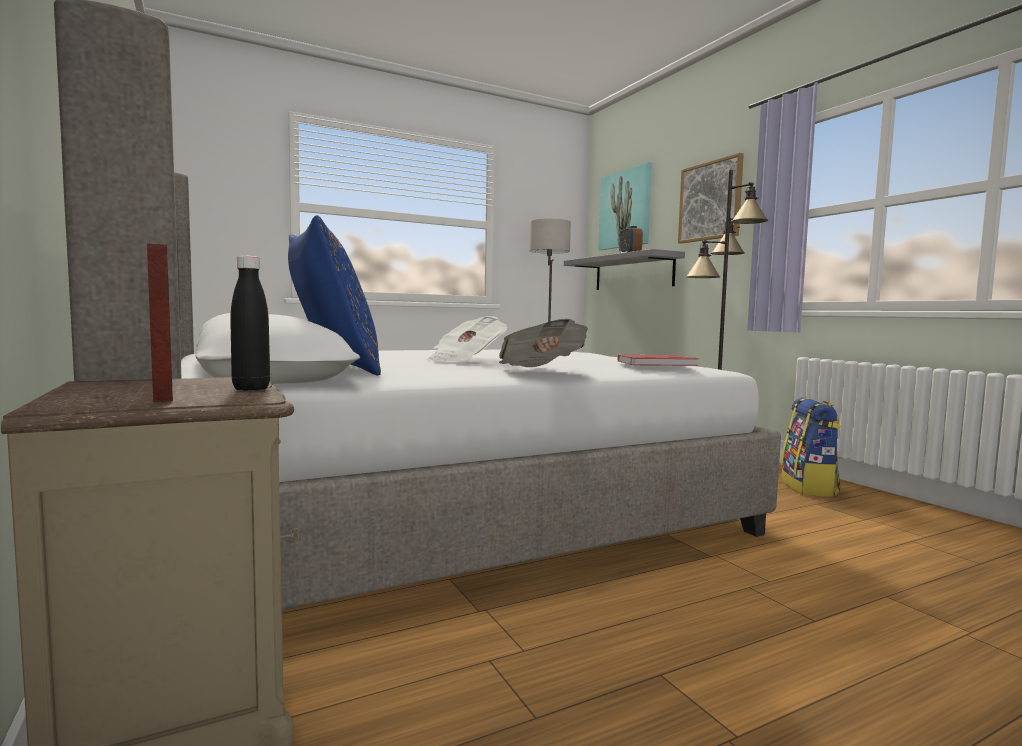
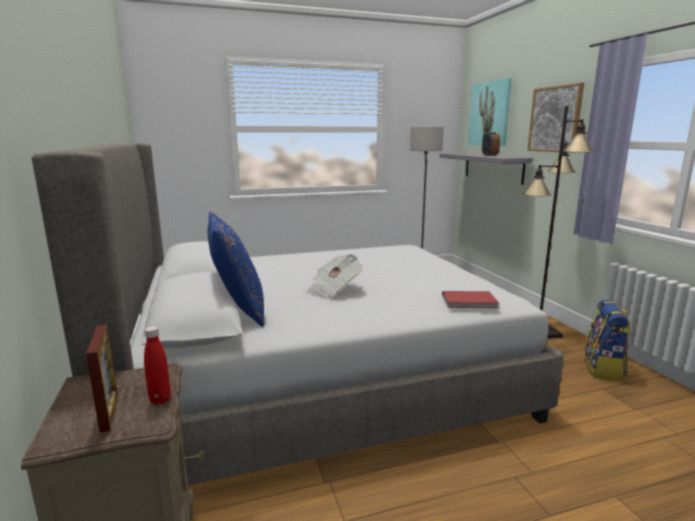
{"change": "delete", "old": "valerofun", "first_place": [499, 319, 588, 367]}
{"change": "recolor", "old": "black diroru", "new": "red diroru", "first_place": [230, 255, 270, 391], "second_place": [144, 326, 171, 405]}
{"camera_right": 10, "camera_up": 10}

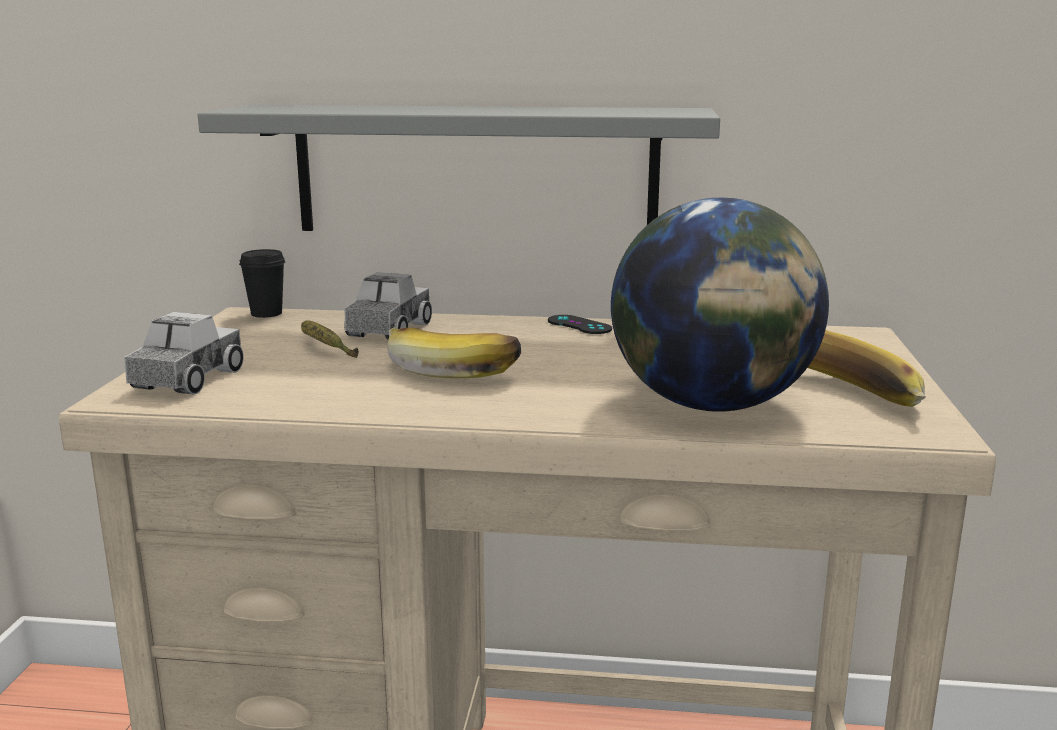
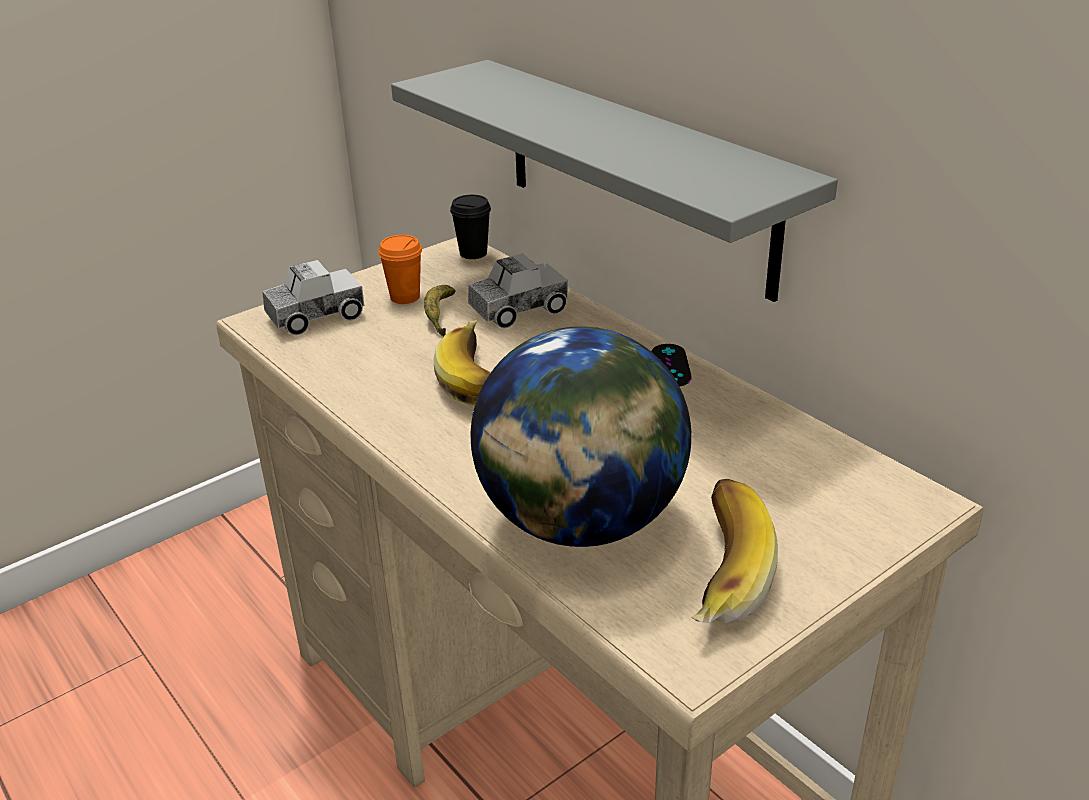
{"change": "insert", "new": "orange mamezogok", "second_place": [378, 235, 422, 304]}
{"camera_right": 45, "camera_up": 15}

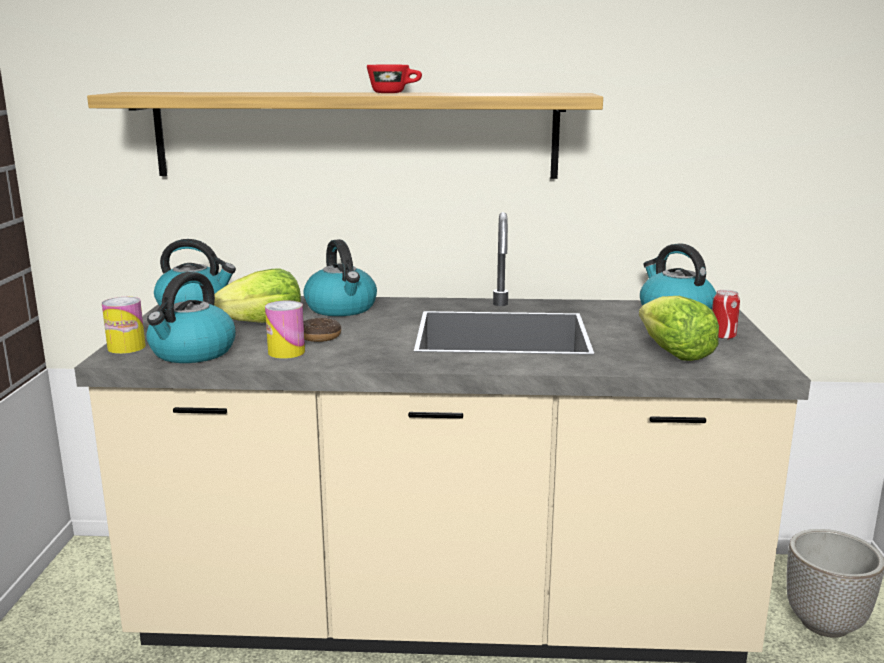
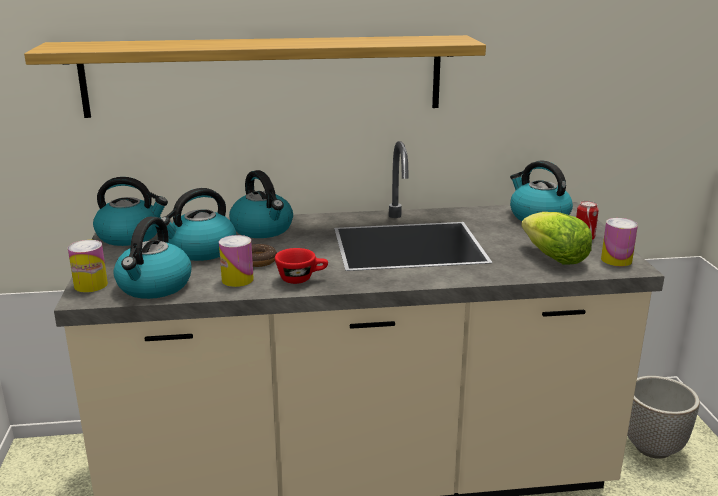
{"change": "insert", "new": "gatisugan", "second_place": [601, 218, 638, 266]}
{"change": "move", "old": "red mamezogok", "first_place": [367, 65, 422, 93], "second_place": [275, 248, 328, 284]}
{"change": "replace", "old": "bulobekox", "new": "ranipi", "first_place": [214, 268, 301, 323], "second_place": [161, 188, 236, 261]}
{"camera_right": -10, "camera_up": 5}

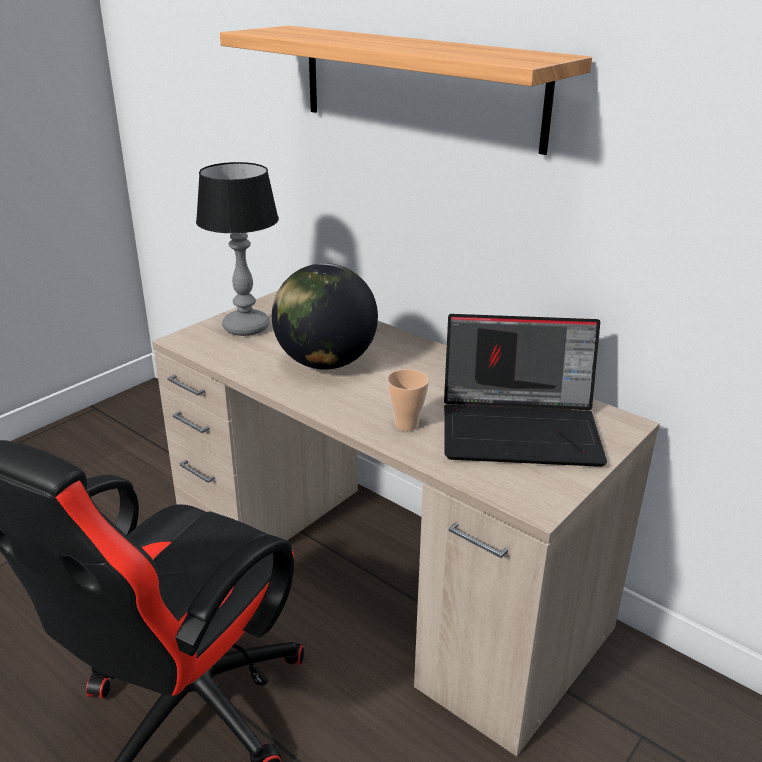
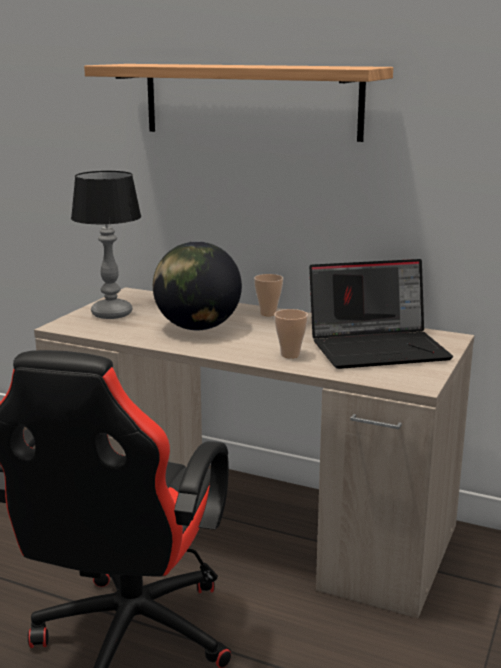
{"change": "insert", "new": "mamezogok", "second_place": [254, 274, 283, 316]}
{"camera_right": -15, "camera_up": -10}

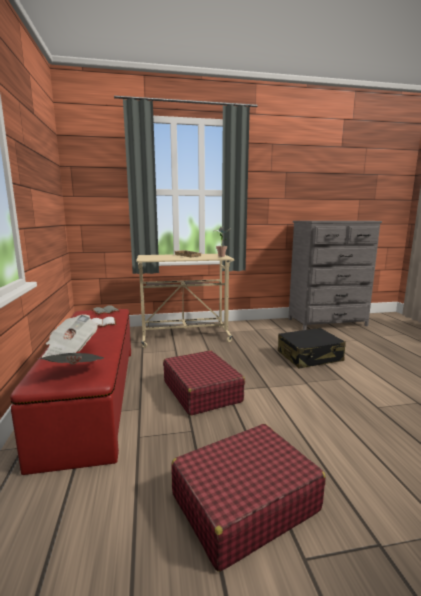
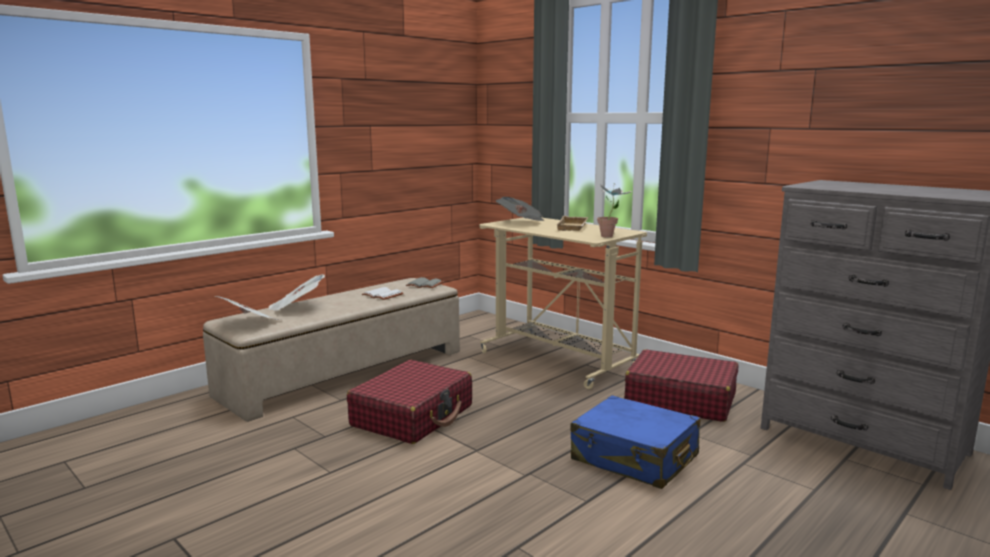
{"change": "insert", "new": "valerofun", "second_place": [496, 197, 544, 221]}
{"change": "move", "old": "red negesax", "first_place": [171, 424, 326, 572], "second_place": [624, 349, 738, 422]}
{"change": "recolor", "old": "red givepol", "new": "beige givepol", "first_place": [10, 309, 131, 475], "second_place": [203, 278, 460, 422]}
{"change": "recolor", "old": "black negesax", "new": "blue negesax", "first_place": [278, 328, 346, 369], "second_place": [570, 395, 700, 489]}
{"camera_right": 55, "camera_up": 0}

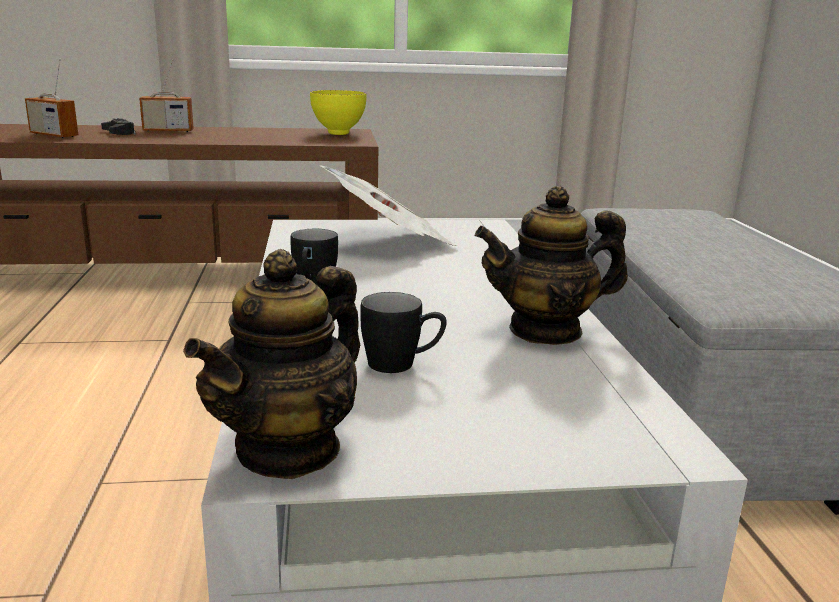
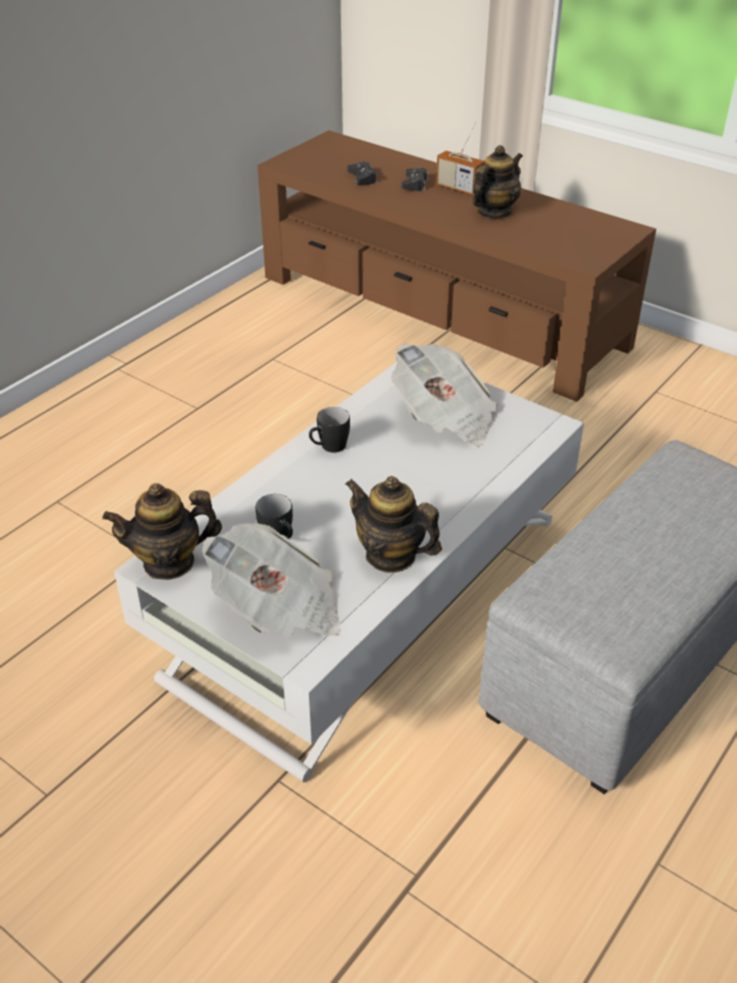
{"change": "delete", "old": "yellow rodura", "first_place": [310, 90, 367, 135]}
{"change": "insert", "new": "valerofun", "second_place": [202, 523, 341, 638]}
{"change": "insert", "new": "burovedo", "second_place": [472, 145, 523, 218]}
{"change": "replace", "old": "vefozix", "new": "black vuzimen", "first_place": [25, 58, 78, 138], "second_place": [347, 162, 377, 185]}
{"camera_right": 45, "camera_up": 20}

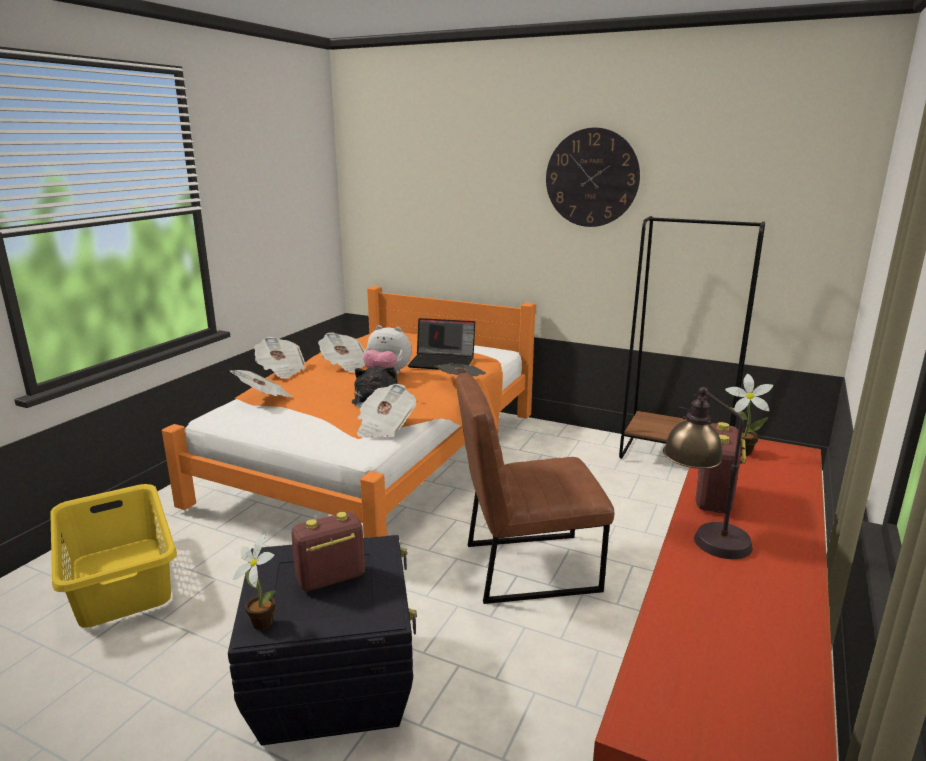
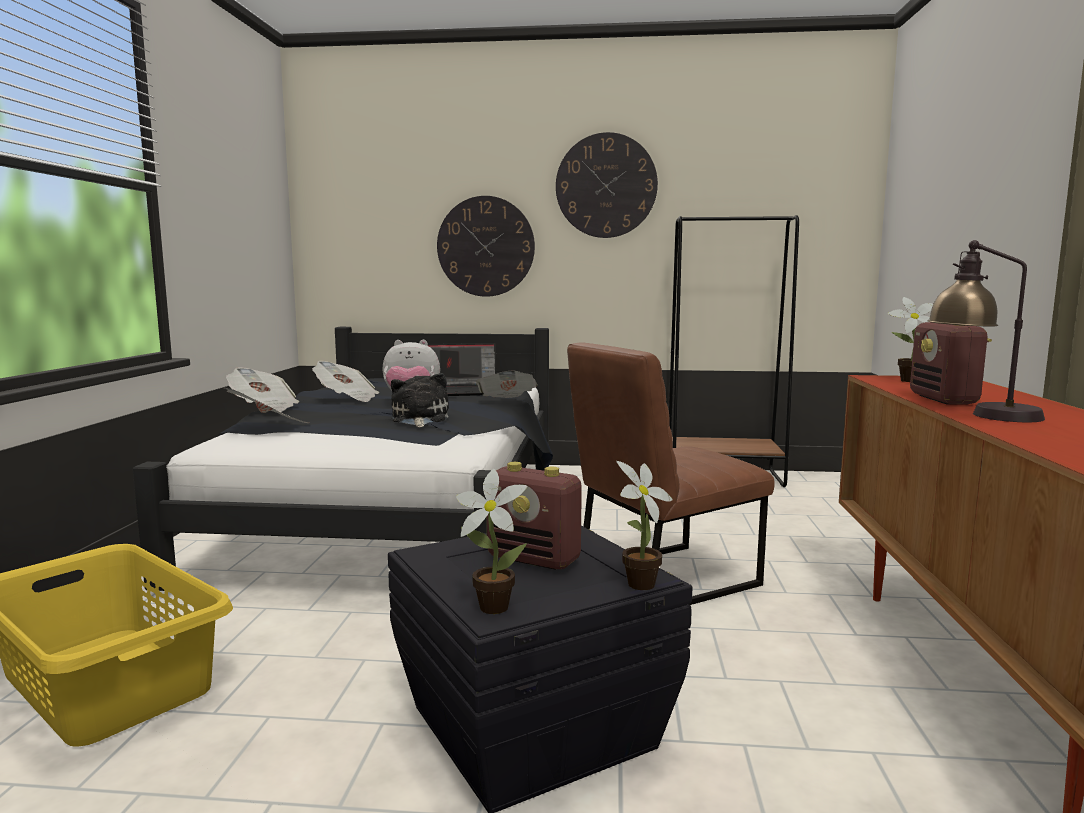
{"change": "delete", "old": "valerofun", "first_place": [357, 384, 416, 438]}
{"change": "insert", "new": "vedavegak", "second_place": [437, 196, 535, 297]}
{"change": "insert", "new": "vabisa", "second_place": [617, 461, 673, 590]}
{"change": "recolor", "old": "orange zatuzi", "new": "black zatuzi", "first_place": [162, 286, 535, 538], "second_place": [133, 327, 553, 591]}
{"change": "rotate", "old": "vefozix", "first_place": [291, 512, 365, 591], "second_place": [487, 462, 582, 570], "degrees": -105}
{"camera_right": -20, "camera_up": -10}

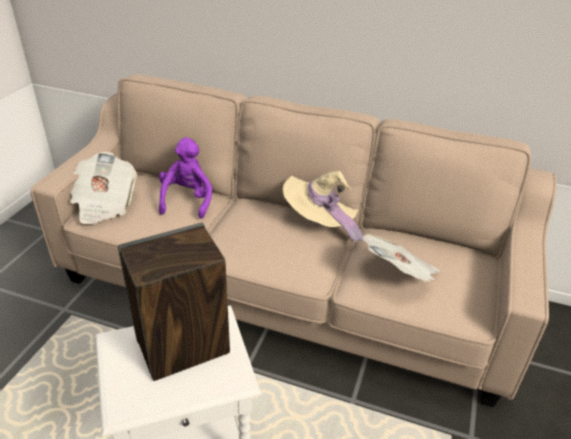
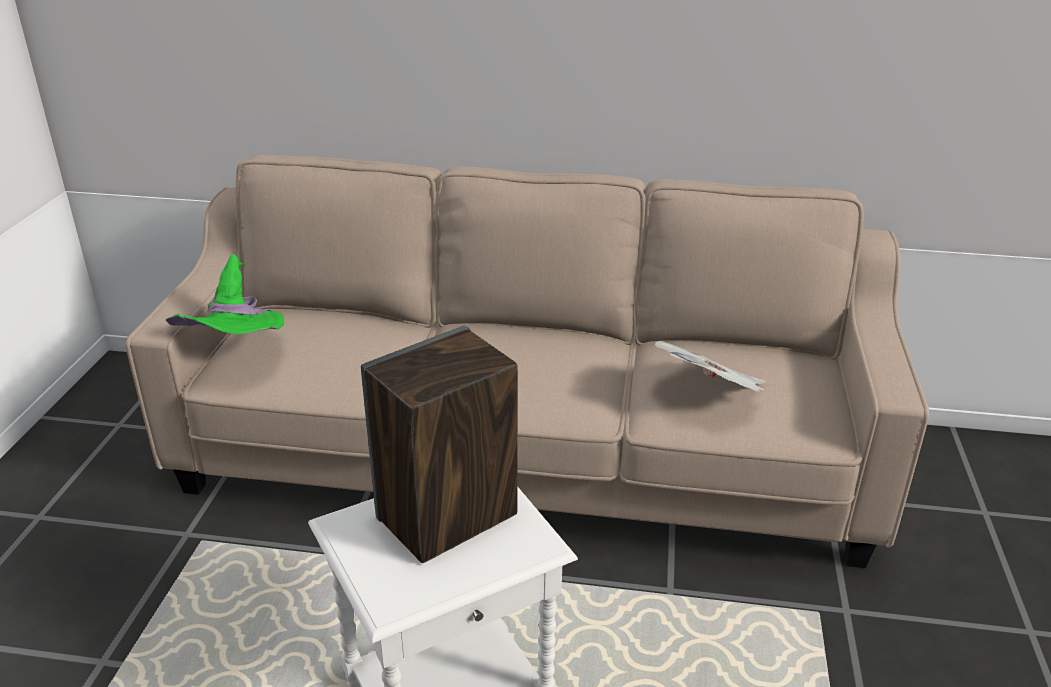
{"change": "delete", "old": "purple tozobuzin", "first_place": [159, 138, 212, 219]}
{"change": "delete", "old": "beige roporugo", "first_place": [283, 171, 364, 247]}
{"change": "replace", "old": "valerofun", "new": "green roporugo", "first_place": [70, 152, 137, 225], "second_place": [166, 254, 284, 334]}
{"camera_right": -10, "camera_up": -5}

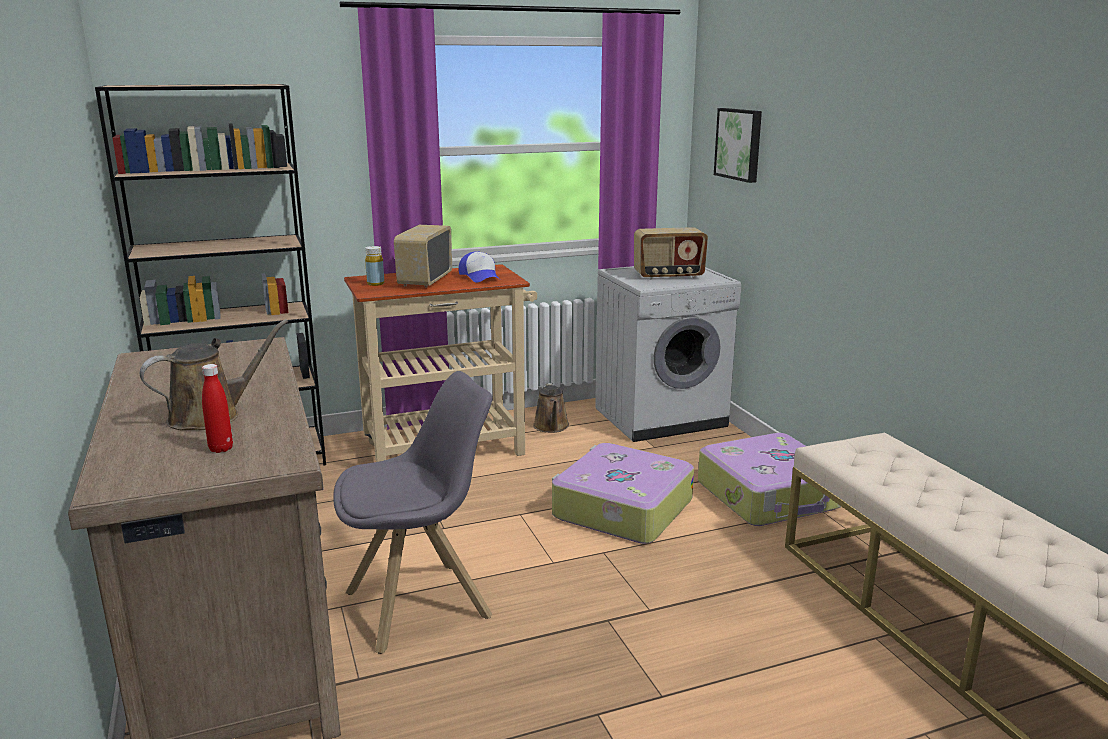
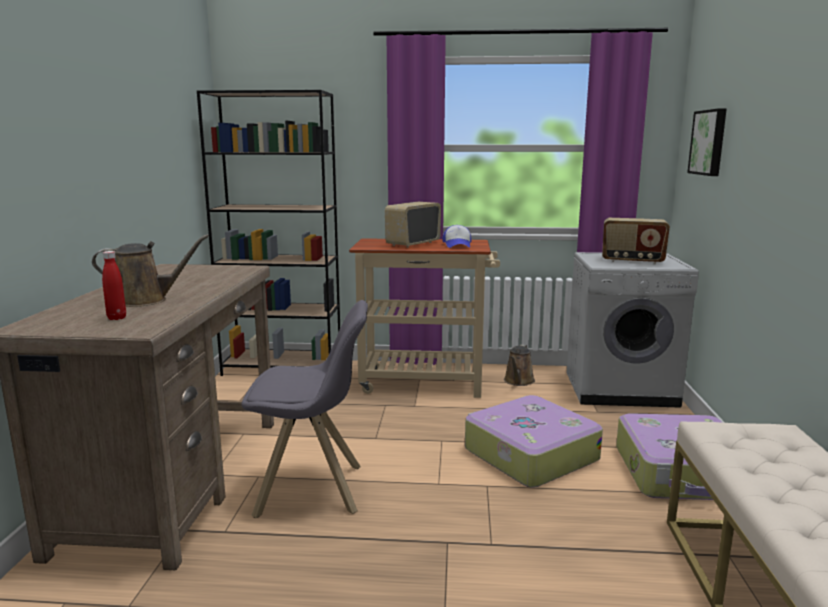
{"change": "delete", "old": "yellow diroru", "first_place": [365, 246, 384, 286]}
{"camera_right": 25, "camera_up": -5}

